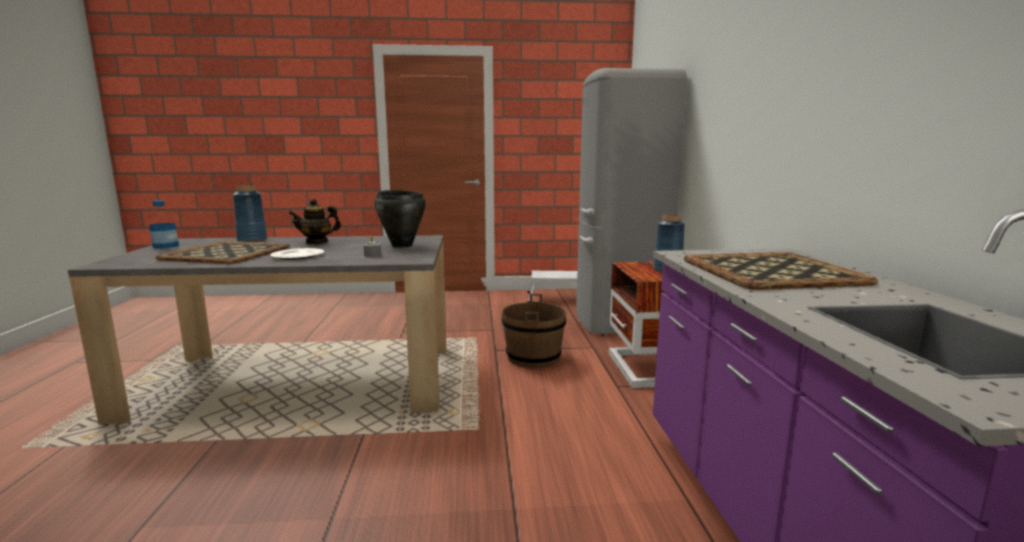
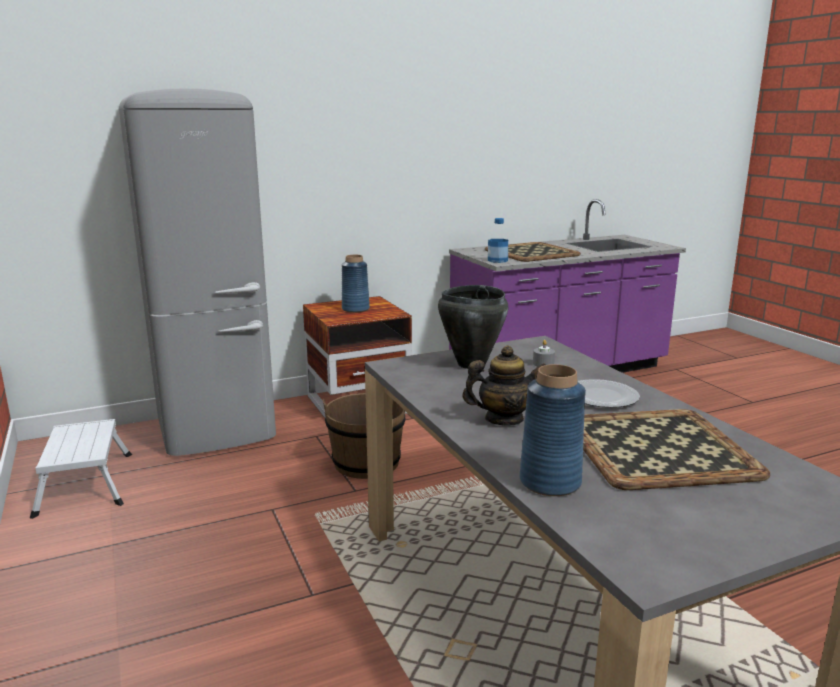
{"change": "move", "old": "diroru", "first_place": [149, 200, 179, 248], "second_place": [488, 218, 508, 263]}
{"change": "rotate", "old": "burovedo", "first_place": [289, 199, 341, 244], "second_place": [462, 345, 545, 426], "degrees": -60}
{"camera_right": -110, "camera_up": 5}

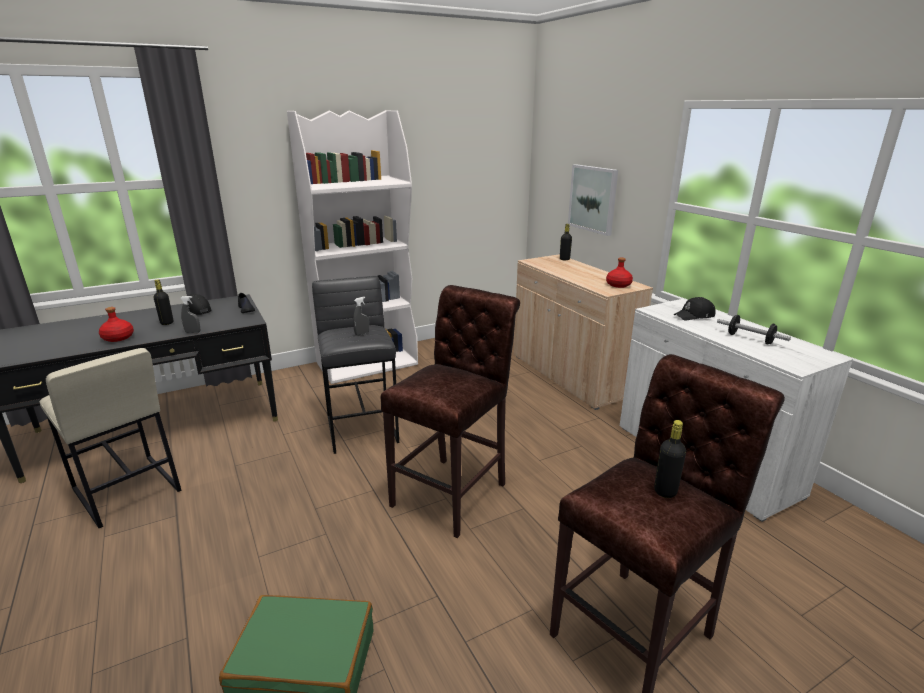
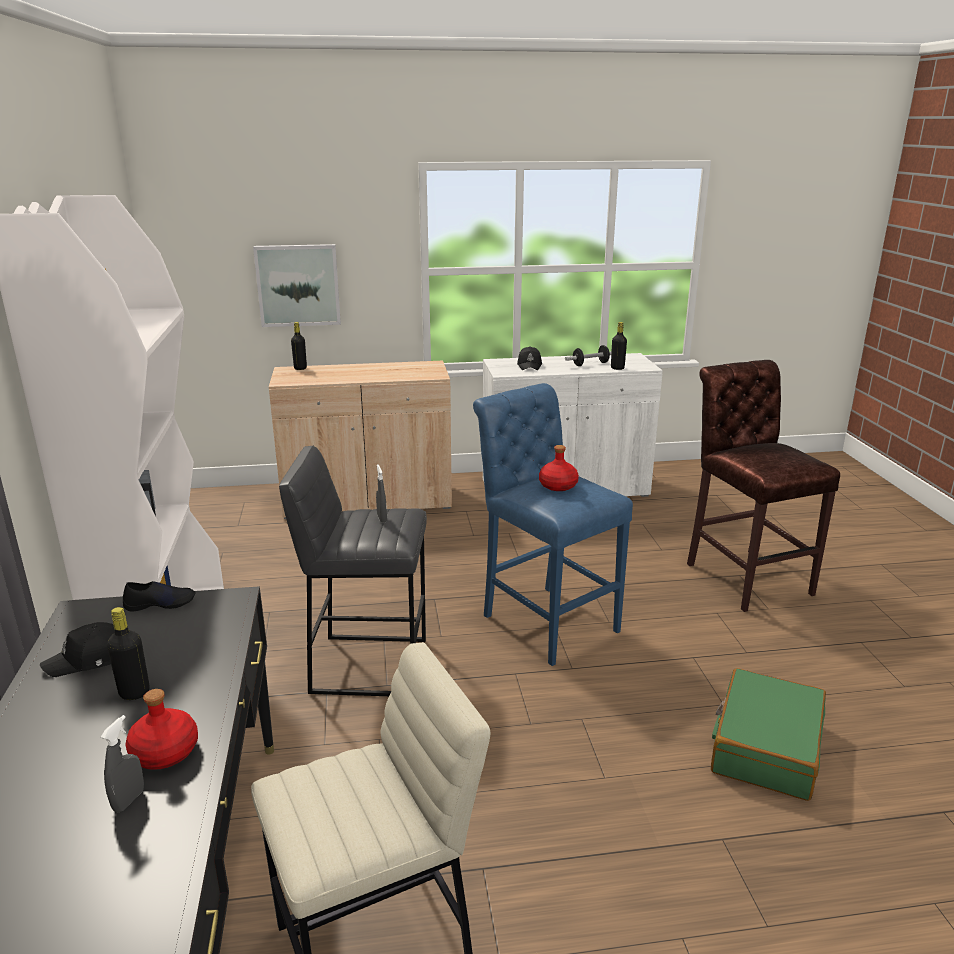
{"change": "move", "old": "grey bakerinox", "first_place": [180, 296, 200, 333], "second_place": [101, 715, 144, 813]}
{"change": "move", "old": "red diroru", "first_place": [606, 258, 633, 288], "second_place": [539, 445, 579, 491]}
{"change": "move", "old": "black diroru", "first_place": [654, 420, 686, 498], "second_place": [611, 322, 627, 370]}
{"change": "recolor", "old": "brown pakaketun", "new": "blue pakaketun", "first_place": [381, 285, 520, 538], "second_place": [473, 383, 633, 666]}
{"camera_right": -70, "camera_up": 0}

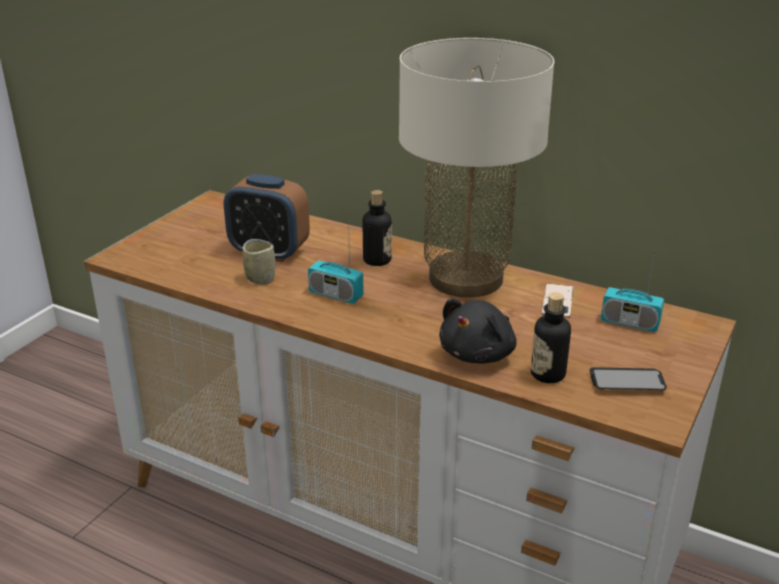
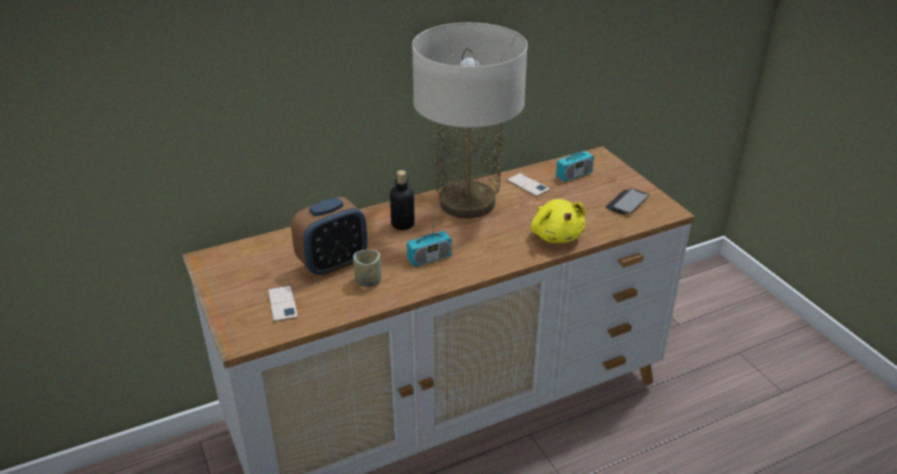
{"change": "delete", "old": "diroru", "first_place": [531, 292, 571, 383]}
{"change": "insert", "new": "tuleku", "second_place": [268, 285, 298, 322]}
{"change": "recolor", "old": "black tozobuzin", "new": "yellow tozobuzin", "first_place": [439, 299, 517, 364], "second_place": [531, 199, 585, 243]}
{"camera_right": -55, "camera_up": 5}

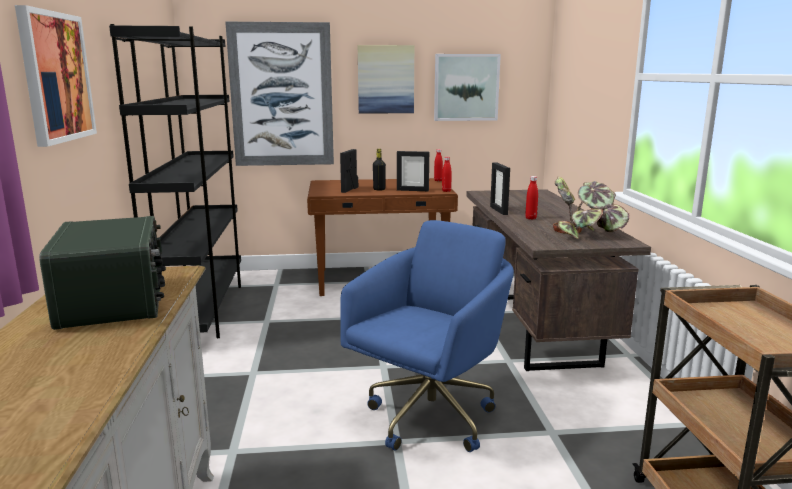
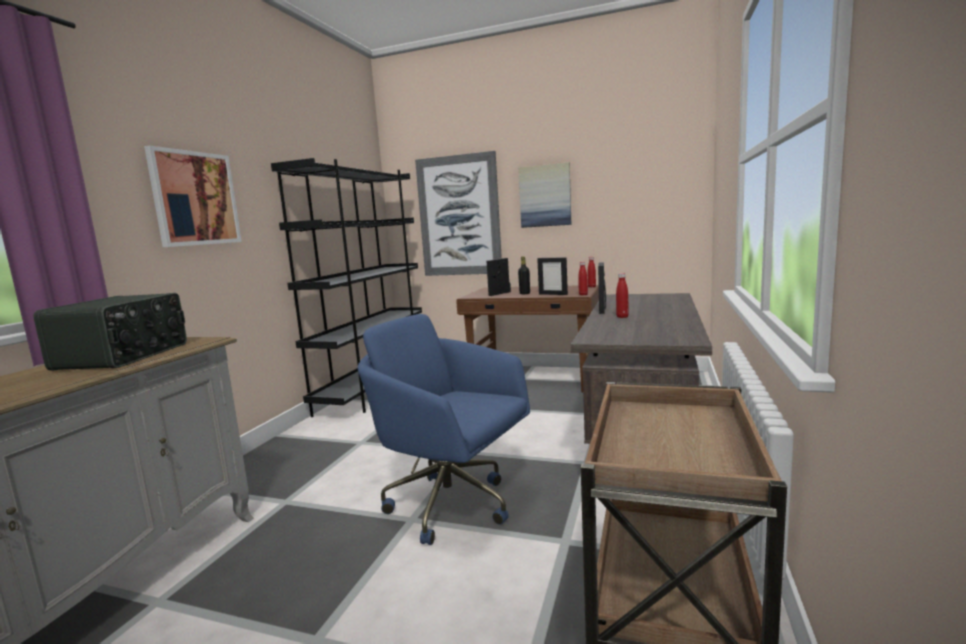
{"change": "delete", "old": "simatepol", "first_place": [434, 54, 501, 121]}
{"change": "delete", "old": "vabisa", "first_place": [553, 177, 630, 239]}
{"change": "rotate", "old": "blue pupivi", "first_place": [340, 220, 514, 452], "second_place": [358, 314, 530, 545], "degrees": -120}
{"camera_right": 25, "camera_up": -5}

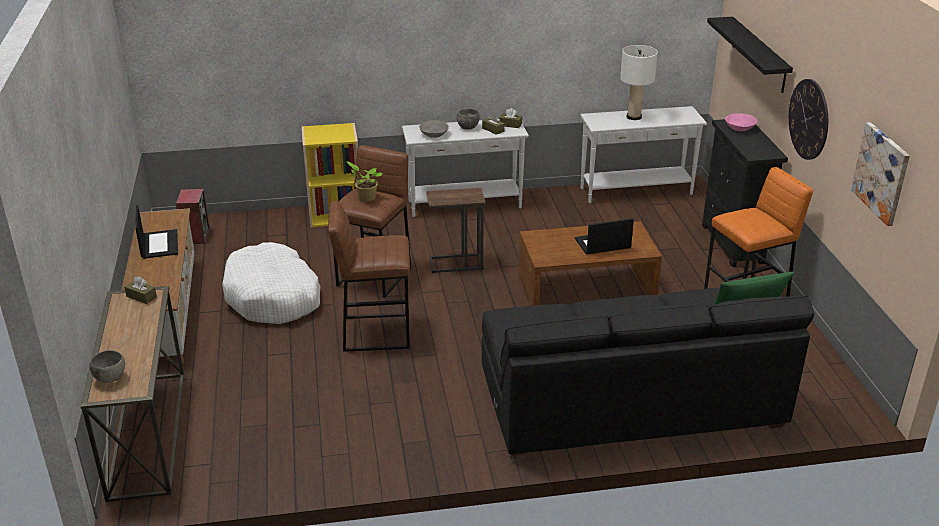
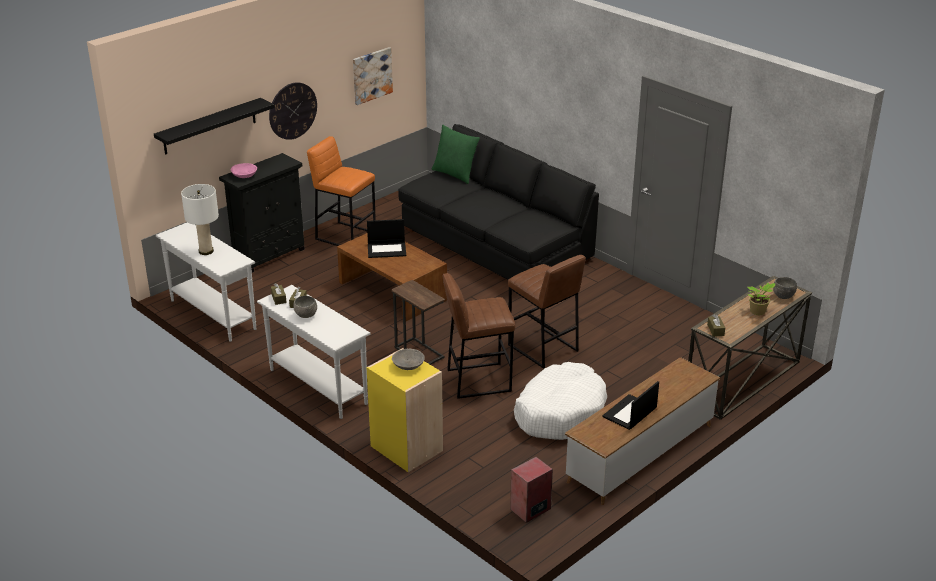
{"change": "move", "old": "vabisa", "first_place": [346, 161, 383, 202], "second_place": [747, 282, 775, 315]}
{"change": "move", "old": "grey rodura", "first_place": [419, 120, 449, 138], "second_place": [392, 349, 425, 370]}
{"change": "rotate", "old": "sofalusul", "first_place": [575, 218, 634, 255], "second_place": [367, 219, 406, 258], "degrees": -45}
{"camera_right": -125, "camera_up": 0}

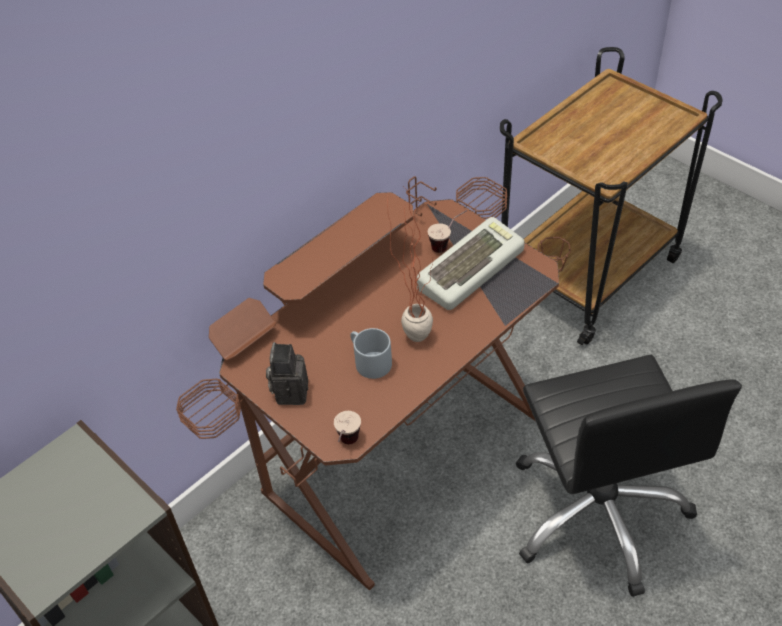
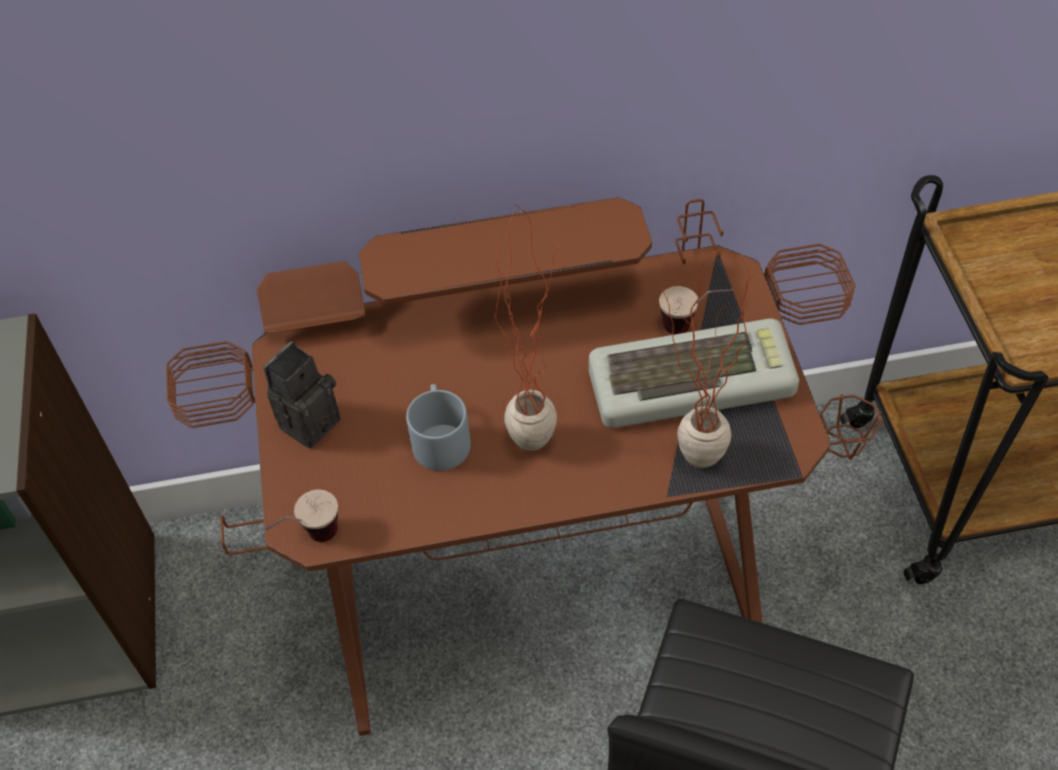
{"change": "insert", "new": "vabisa", "second_place": [662, 250, 756, 468]}
{"camera_right": 35, "camera_up": 5}

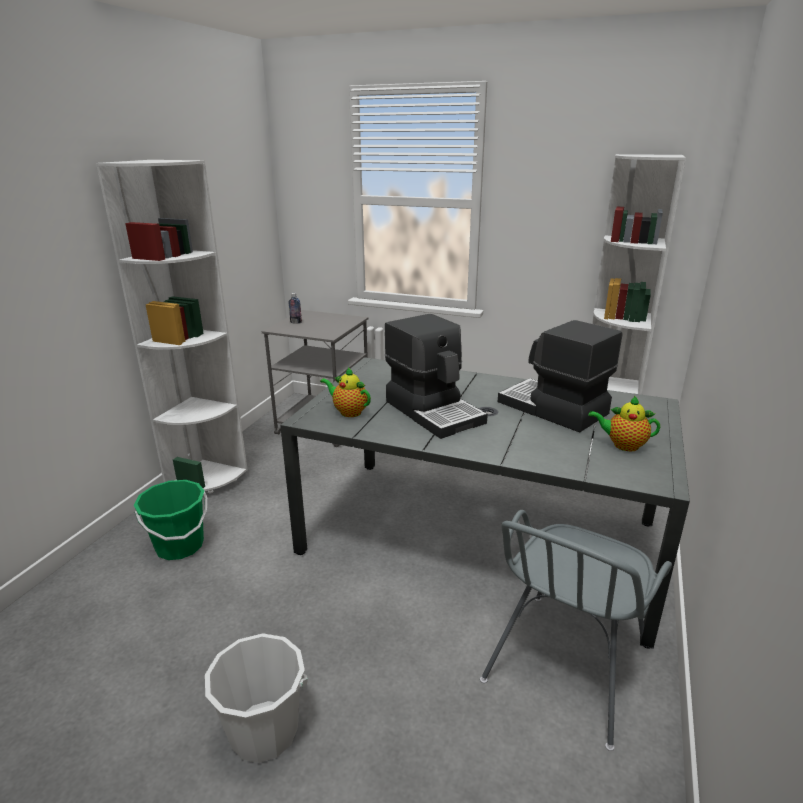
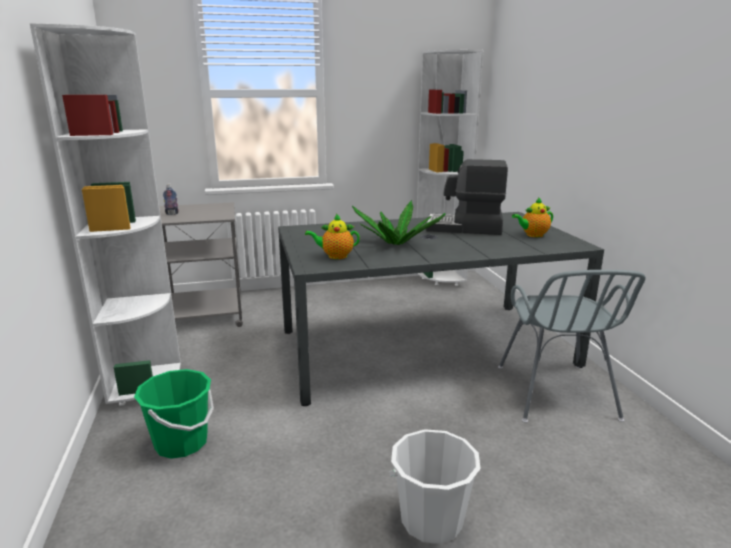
{"change": "replace", "old": "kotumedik", "new": "vabisa", "first_place": [385, 314, 488, 439], "second_place": [352, 200, 446, 245]}
{"camera_right": -35, "camera_up": -5}

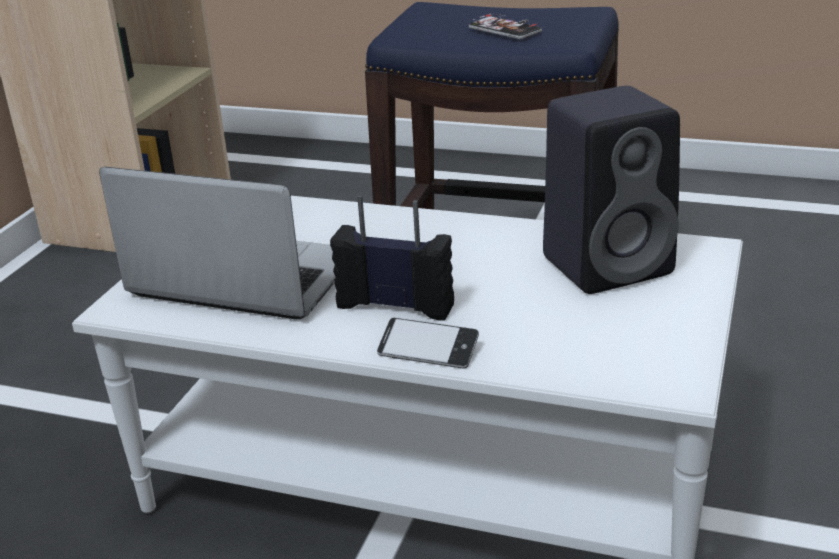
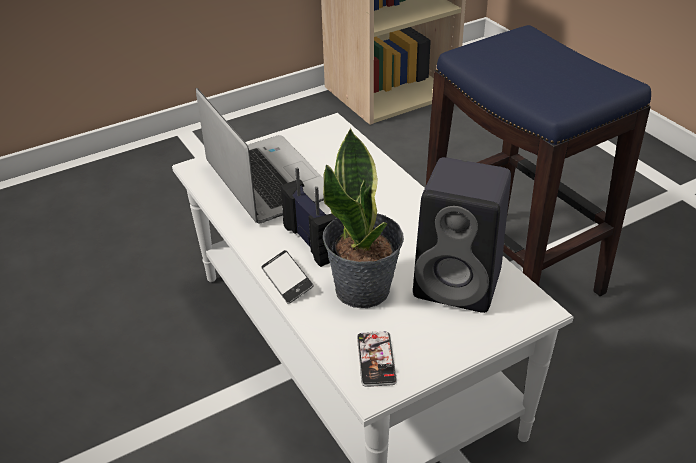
{"change": "insert", "new": "vabisa", "second_place": [323, 128, 404, 308]}
{"change": "move", "old": "tuleku", "first_place": [468, 13, 542, 39], "second_place": [357, 331, 397, 387]}
{"camera_right": 40, "camera_up": 10}

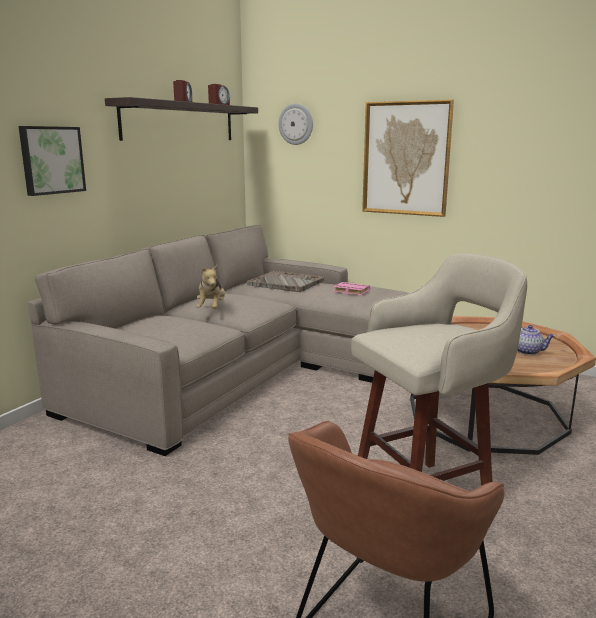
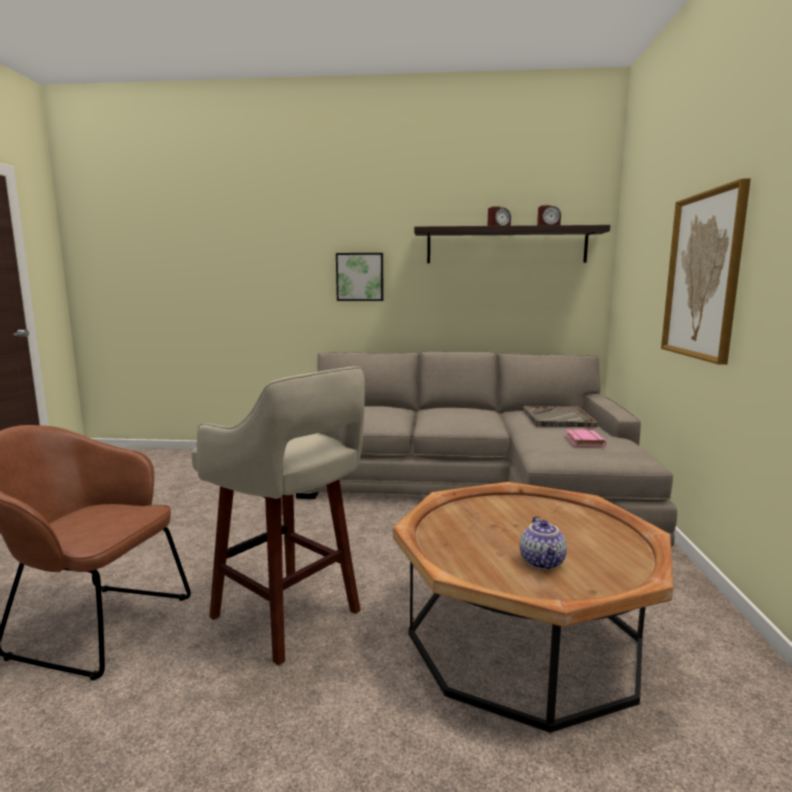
{"change": "delete", "old": "tozobuzin", "first_place": [196, 265, 225, 309]}
{"change": "delete", "old": "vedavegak", "first_place": [279, 103, 313, 145]}
{"camera_right": 65, "camera_up": -5}

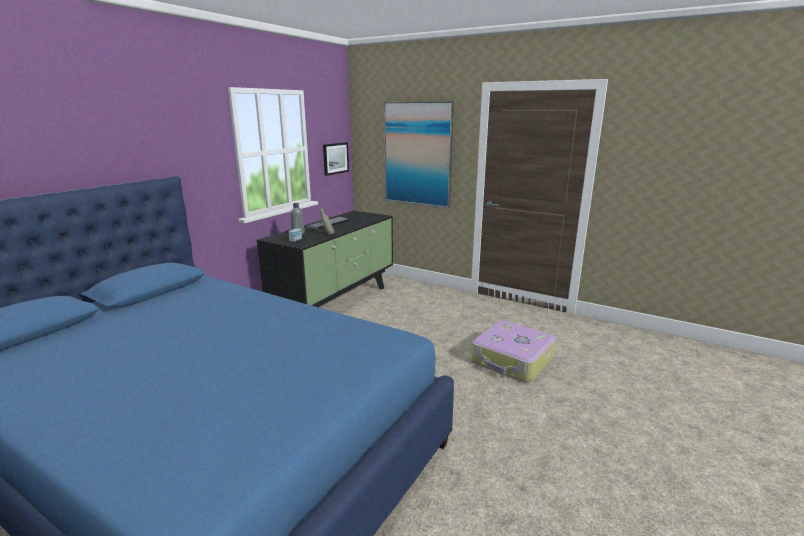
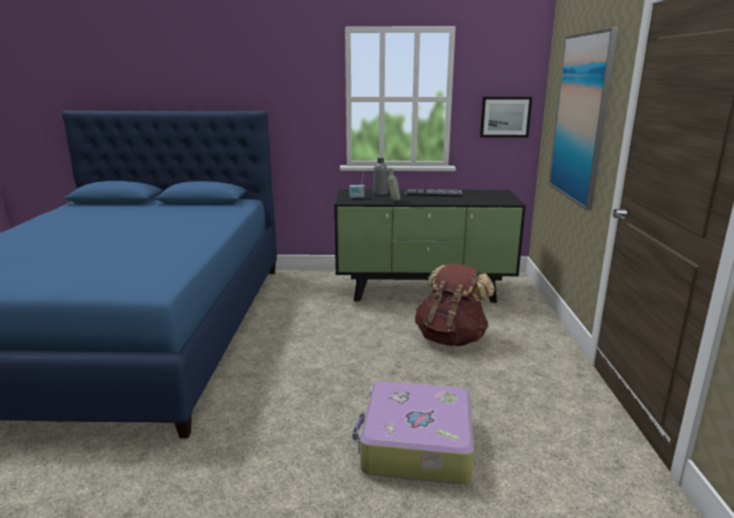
{"change": "insert", "new": "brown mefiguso", "second_place": [415, 263, 495, 346]}
{"camera_right": 60, "camera_up": 0}

